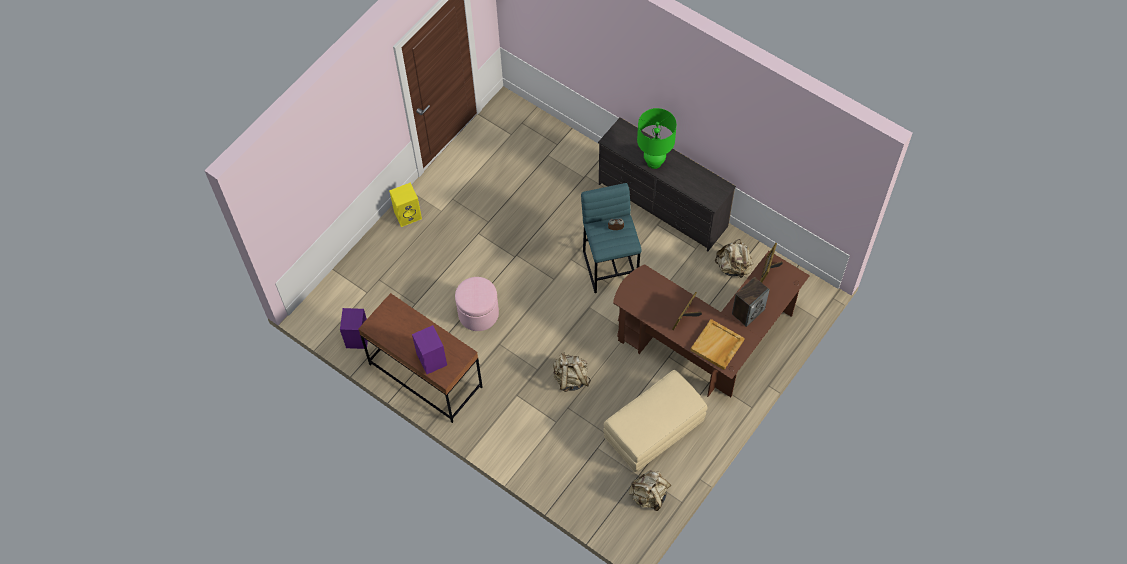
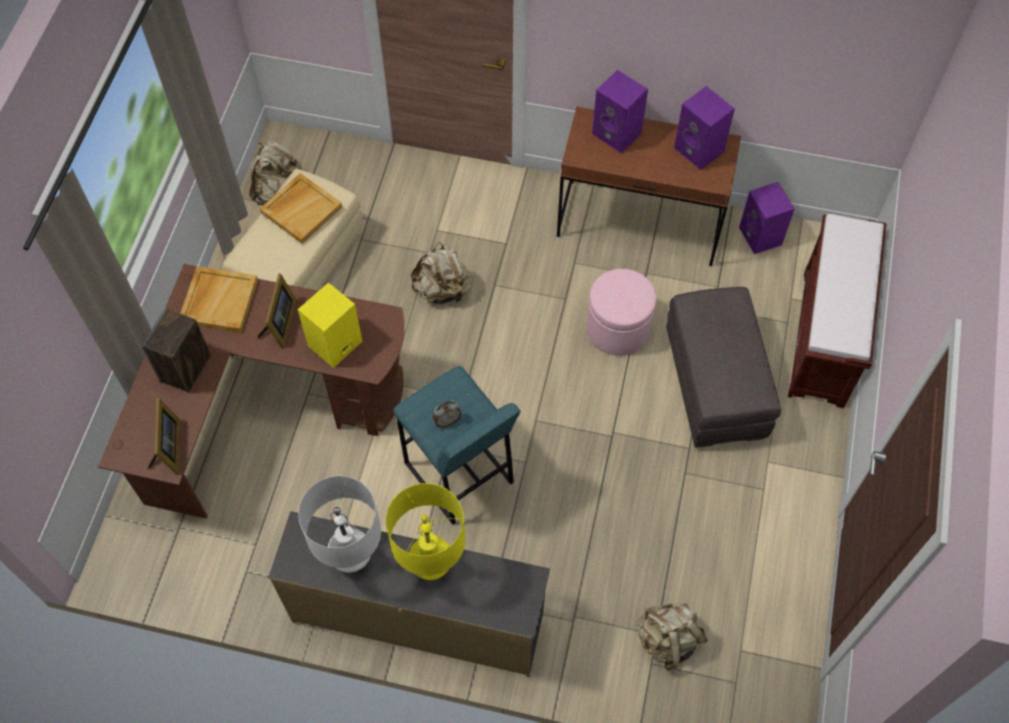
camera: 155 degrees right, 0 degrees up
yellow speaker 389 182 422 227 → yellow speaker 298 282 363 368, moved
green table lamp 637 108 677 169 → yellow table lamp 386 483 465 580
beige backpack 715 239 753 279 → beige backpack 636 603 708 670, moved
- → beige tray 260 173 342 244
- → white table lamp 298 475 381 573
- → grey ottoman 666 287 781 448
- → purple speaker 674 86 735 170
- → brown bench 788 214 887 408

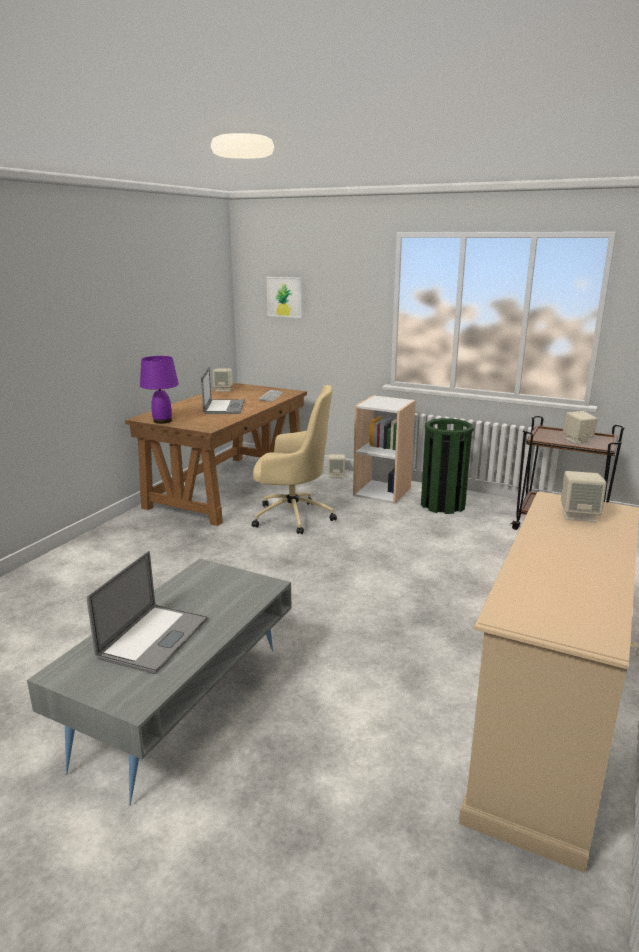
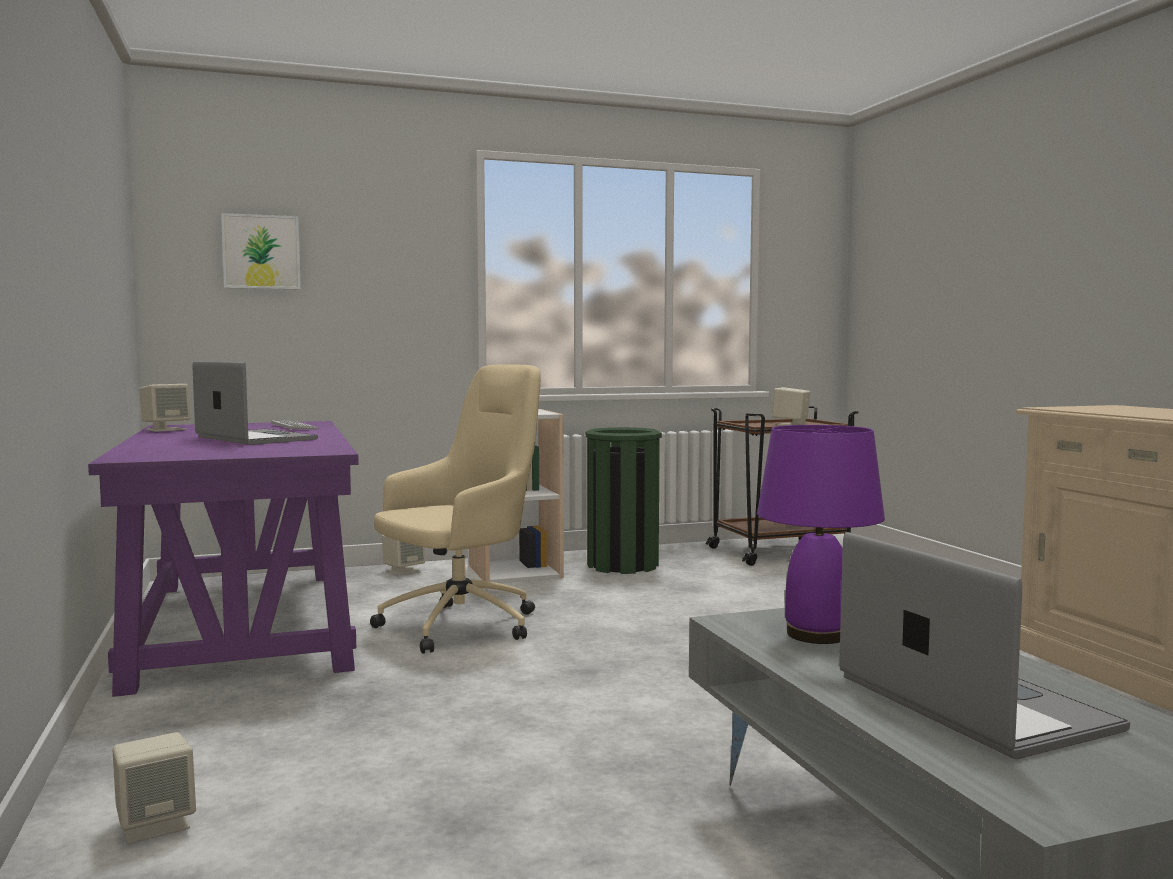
camera: 45 degrees left, 15 degrees down
brown desk 125 383 307 526 → purple desk 88 421 359 697
purple table lamp 140 356 179 424 → purple table lamp 757 425 885 644, moved
beige speaker 561 471 607 522 → beige speaker 112 732 196 844, moved

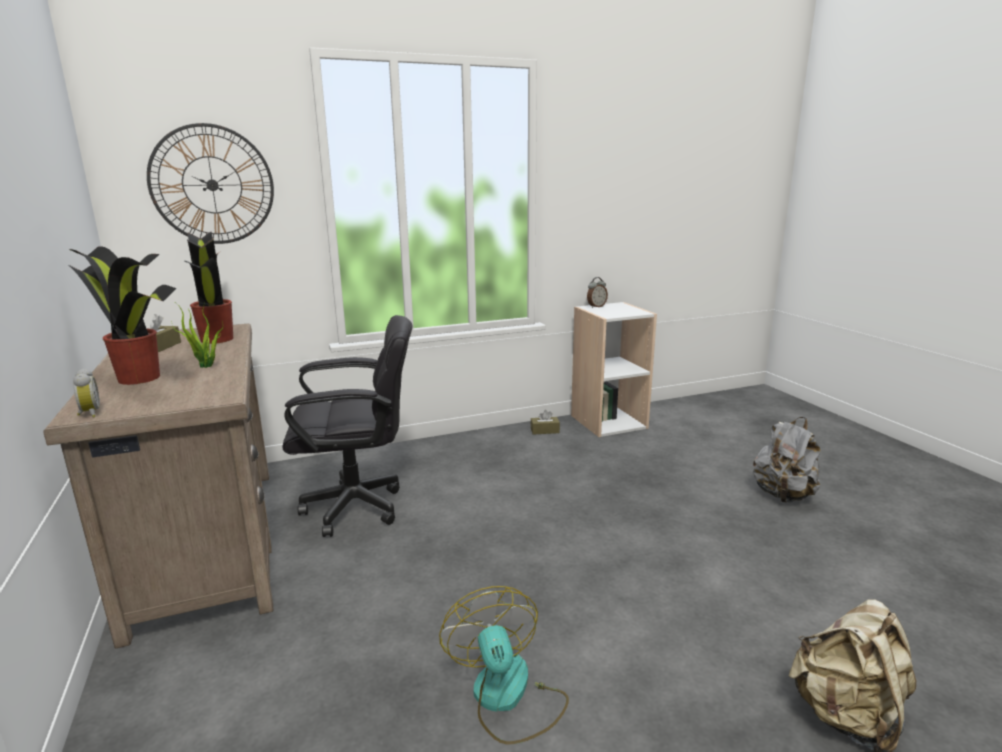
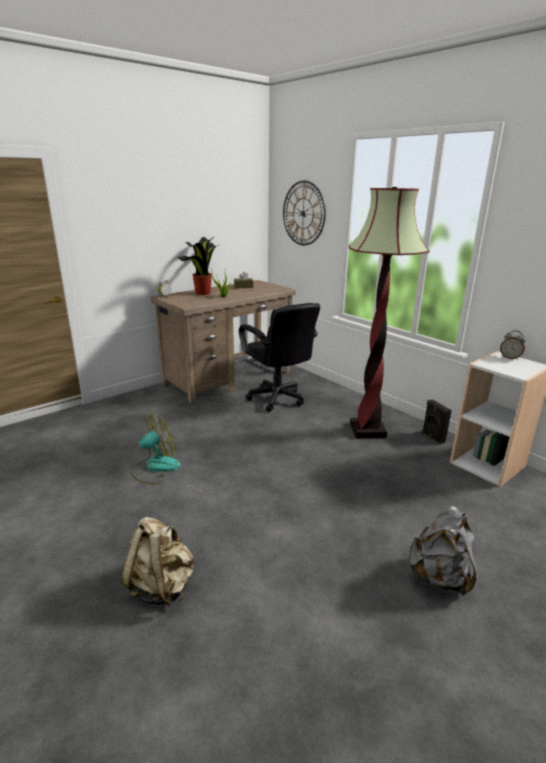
camera: 70 degrees right, 5 degrees up
potted plant 185 232 233 344 → -
brown tissue box 531 410 560 435 → black speaker 422 399 452 444
- → floor lamp 349 187 430 438

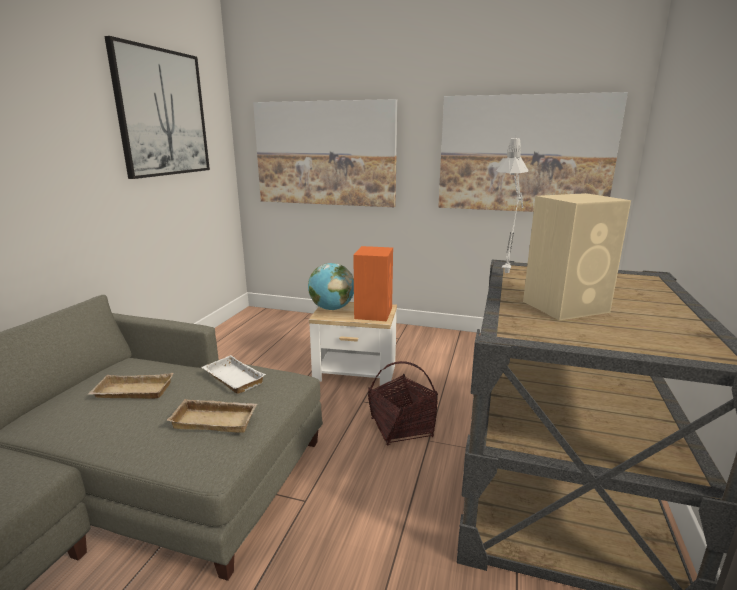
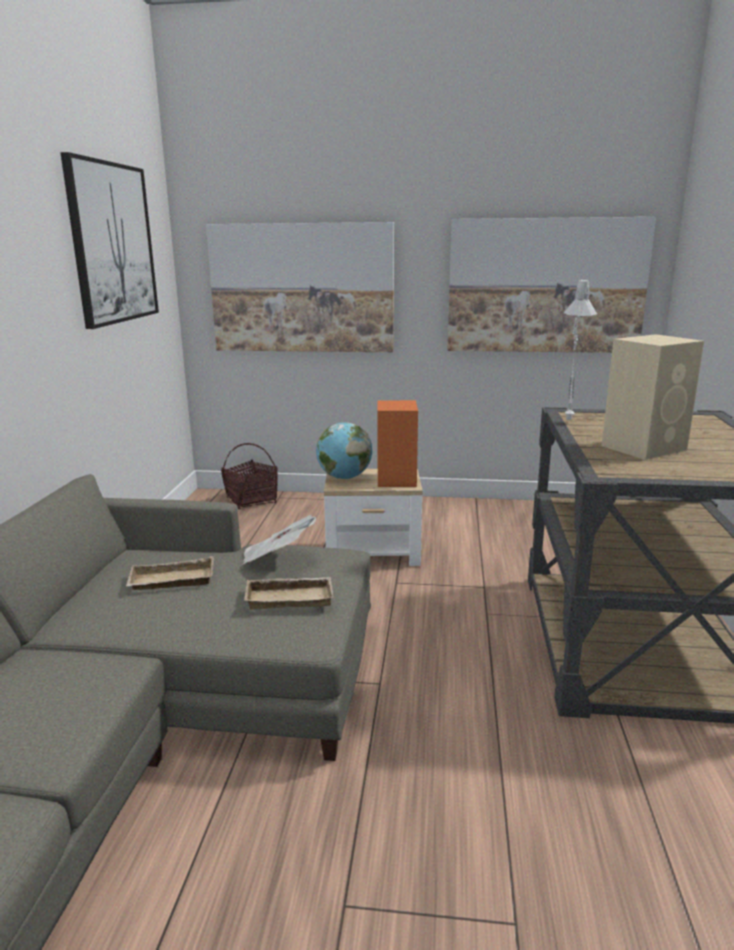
camera: 10 degrees left, 0 degrees up
white tray 201 355 266 394 → newspaper 242 515 316 565
basket 368 361 438 445 → basket 221 443 278 509, moved

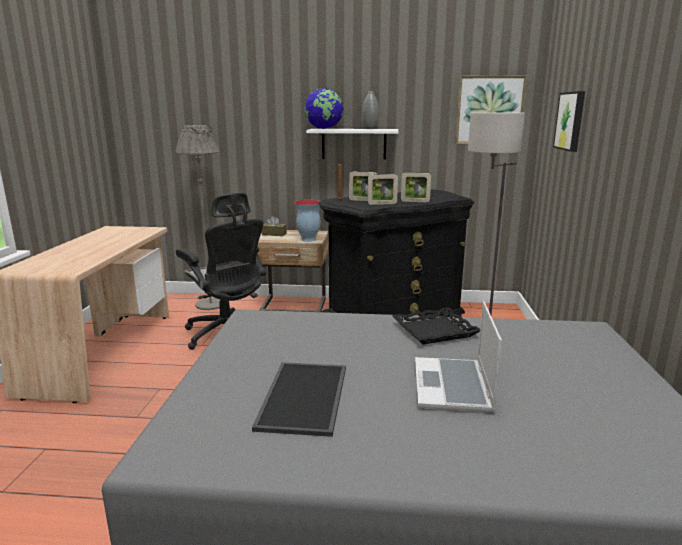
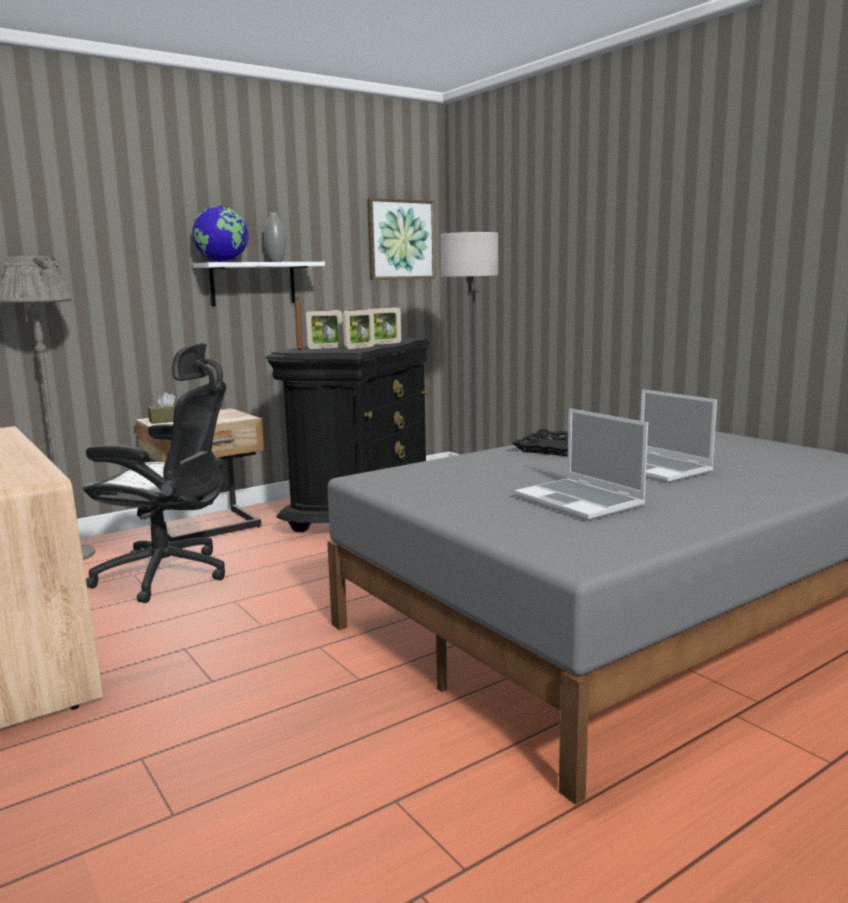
camera: 40 degrees left, 5 degrees down
tray 252 362 346 437 → laptop 514 408 648 521
vase 293 200 321 242 → -
picture 553 91 585 152 → -

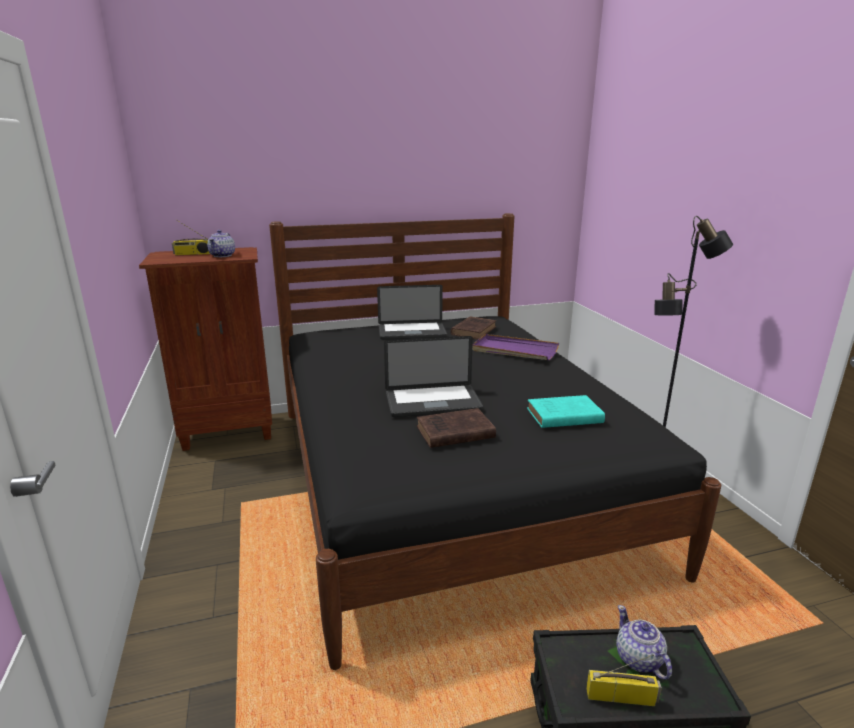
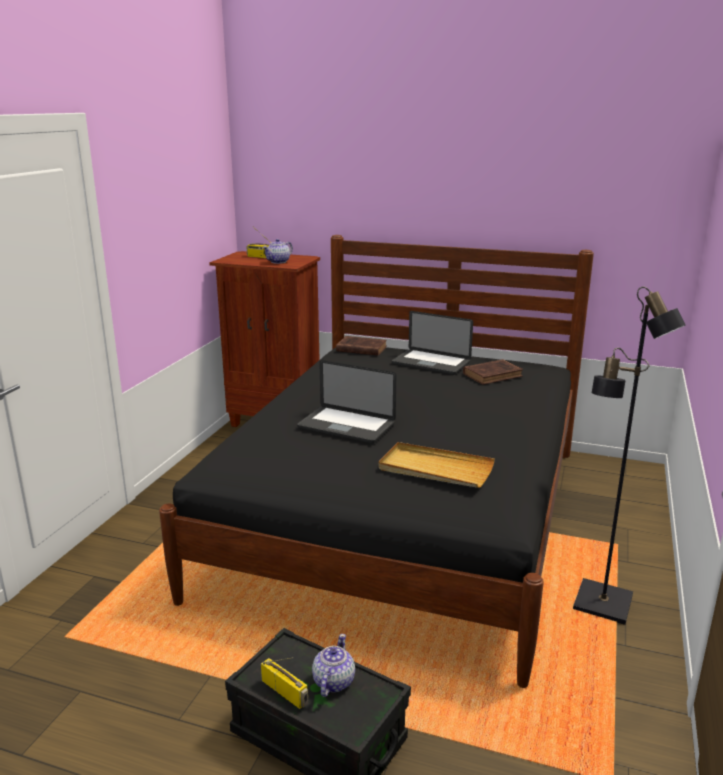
camera: 35 degrees right, 0 degrees up
brown book 417 408 496 448 → brown book 336 336 387 356, moved
purple tray 472 334 559 360 → -
turquoise book 527 395 605 428 → beige tray 378 442 495 488

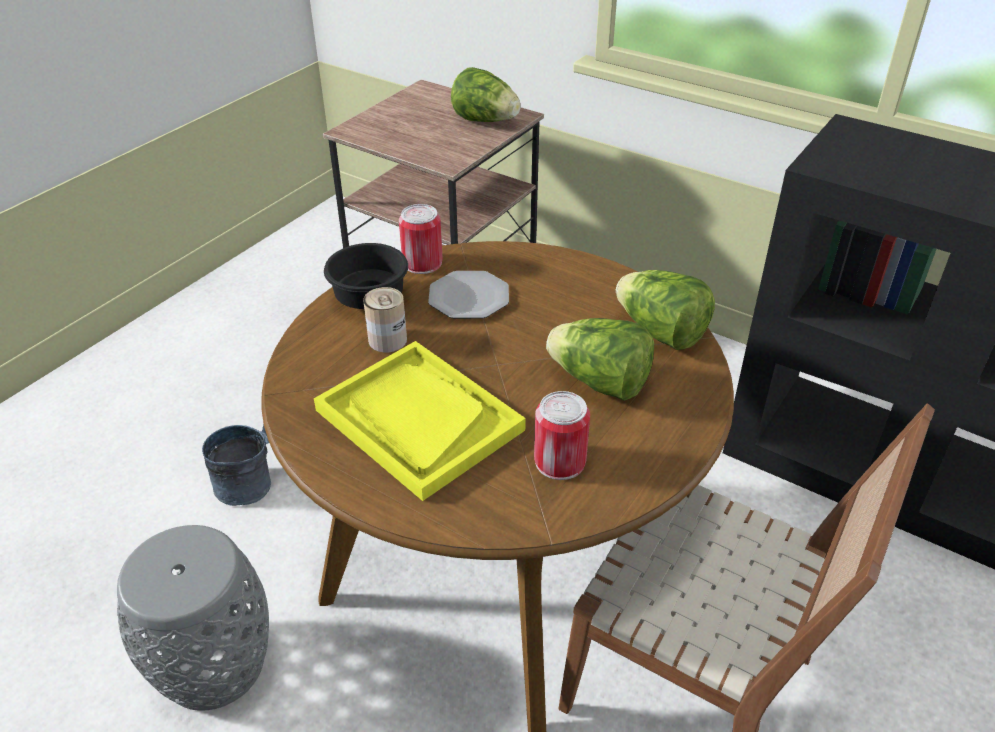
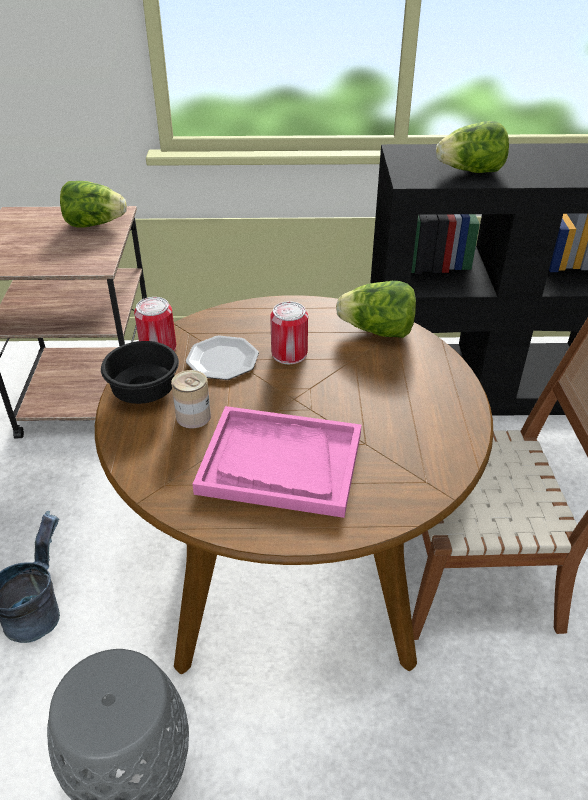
camera: 35 degrees left, 0 degrees up
yellow tray 314 341 526 501 → pink tray 193 406 361 518
can 534 391 590 480 → can 270 301 308 364, moved
lettuce 546 318 654 401 → lettuce 436 121 509 173, moved

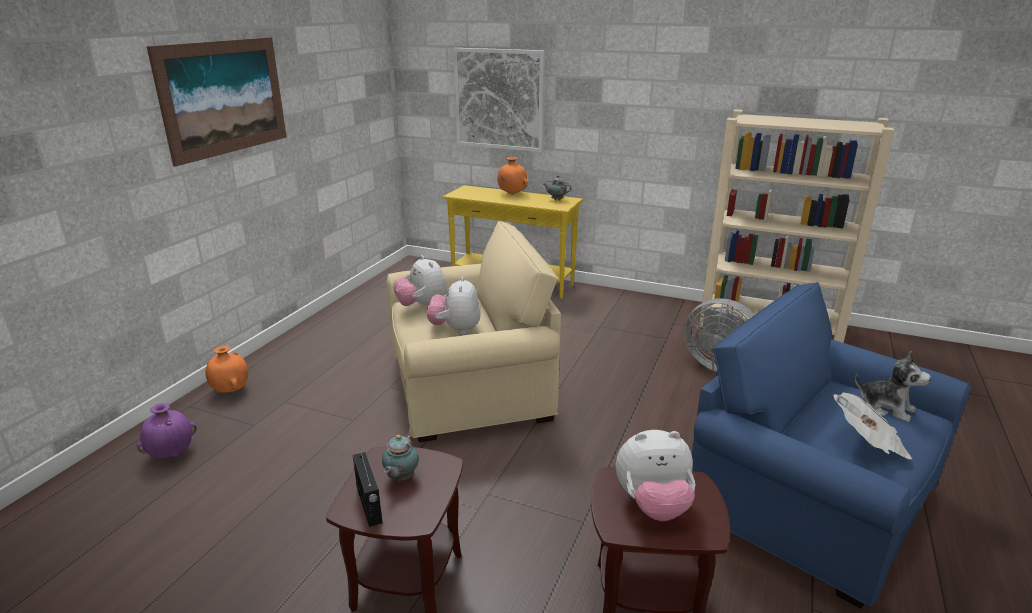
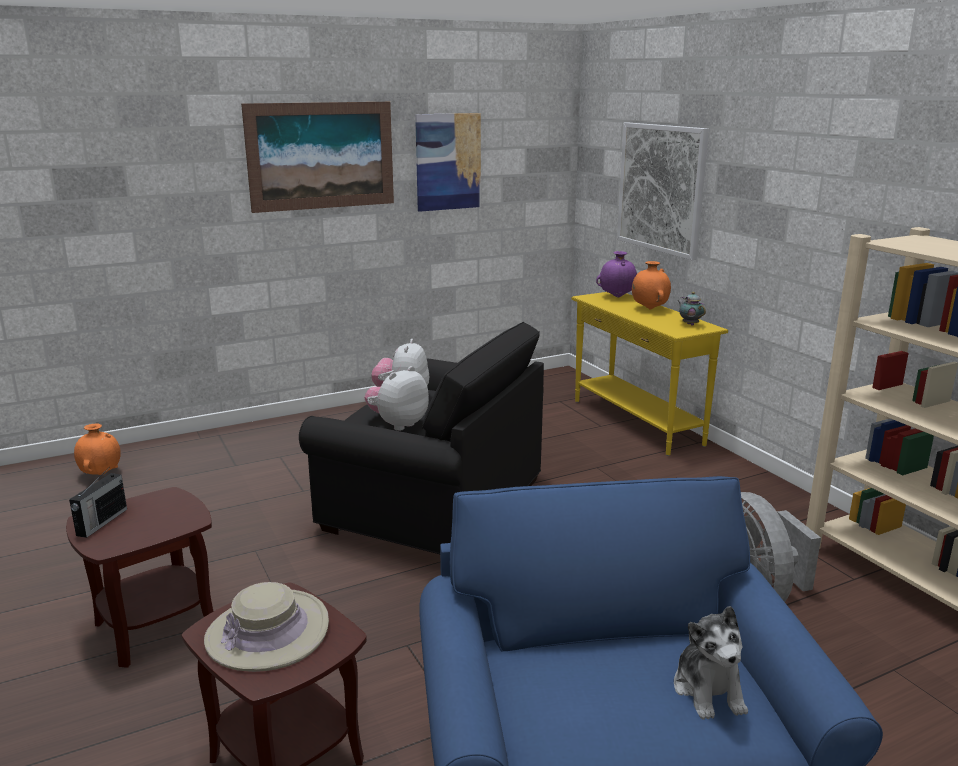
camera: 40 degrees right, 5 degrees down
purple vase 137 403 197 458 → purple vase 596 251 637 297, moved
orange vase 206 346 248 393 → orange vase 74 424 121 475, moved
teapot 382 432 419 481 → -
beige armchair 387 221 561 443 → black armchair 299 322 544 554
plush toy 616 430 695 521 → beige hat 204 582 329 672
newspaper 833 393 912 460 → -
- → picture 415 113 481 212

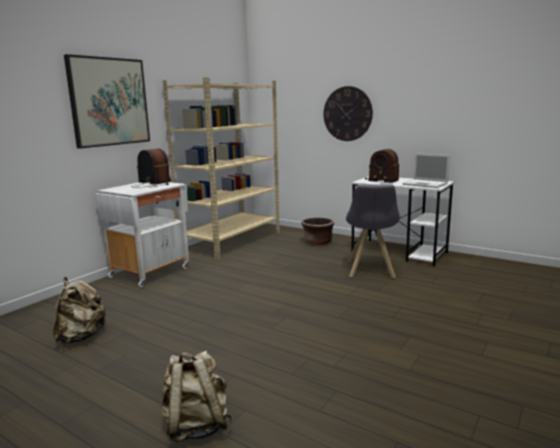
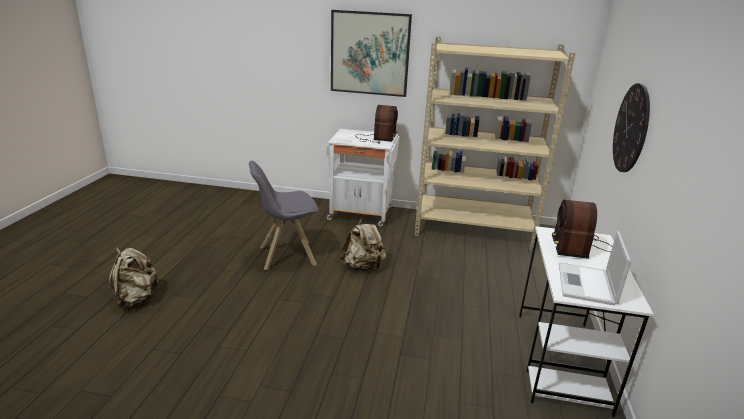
camera: 65 degrees right, 10 degrees up
beige backpack 53 277 107 344 → beige backpack 340 218 386 271, moved
brown planter 301 218 334 245 → -
grey chair 346 184 400 279 → grey chair 249 161 318 271, moved

